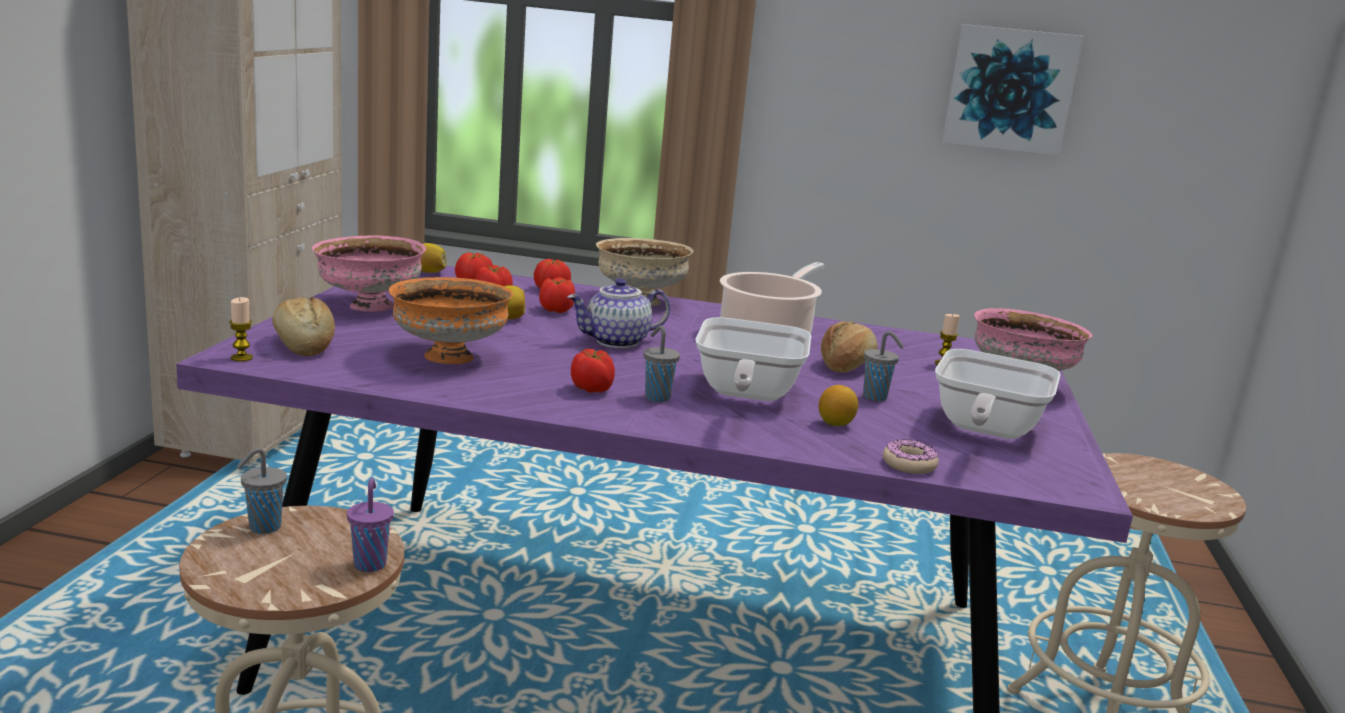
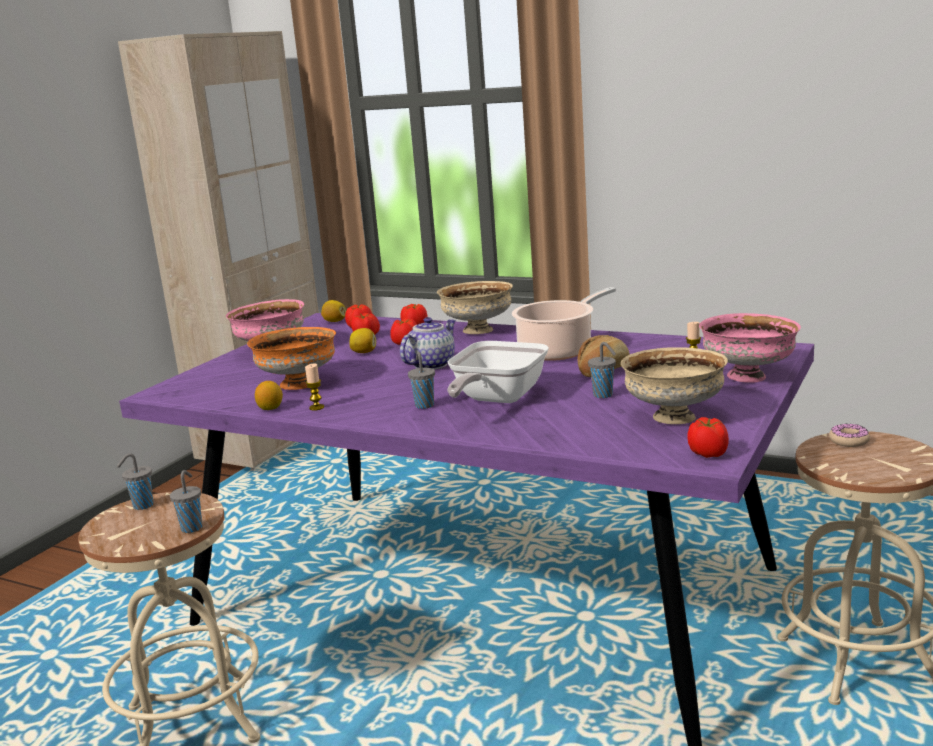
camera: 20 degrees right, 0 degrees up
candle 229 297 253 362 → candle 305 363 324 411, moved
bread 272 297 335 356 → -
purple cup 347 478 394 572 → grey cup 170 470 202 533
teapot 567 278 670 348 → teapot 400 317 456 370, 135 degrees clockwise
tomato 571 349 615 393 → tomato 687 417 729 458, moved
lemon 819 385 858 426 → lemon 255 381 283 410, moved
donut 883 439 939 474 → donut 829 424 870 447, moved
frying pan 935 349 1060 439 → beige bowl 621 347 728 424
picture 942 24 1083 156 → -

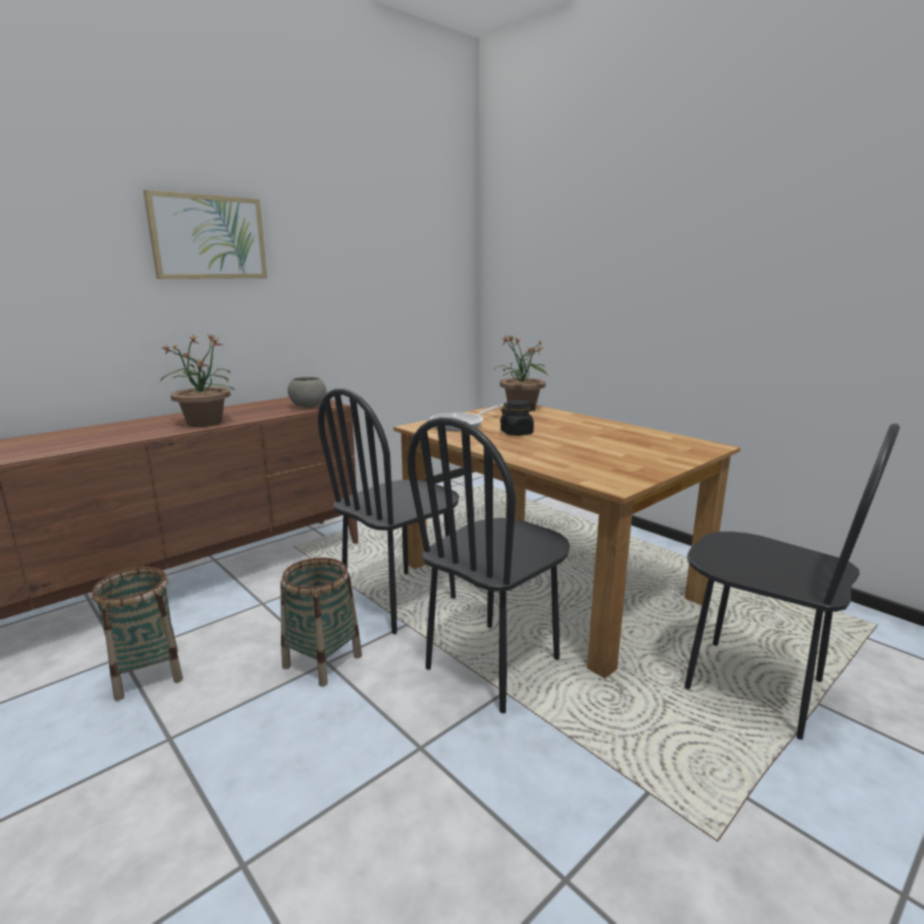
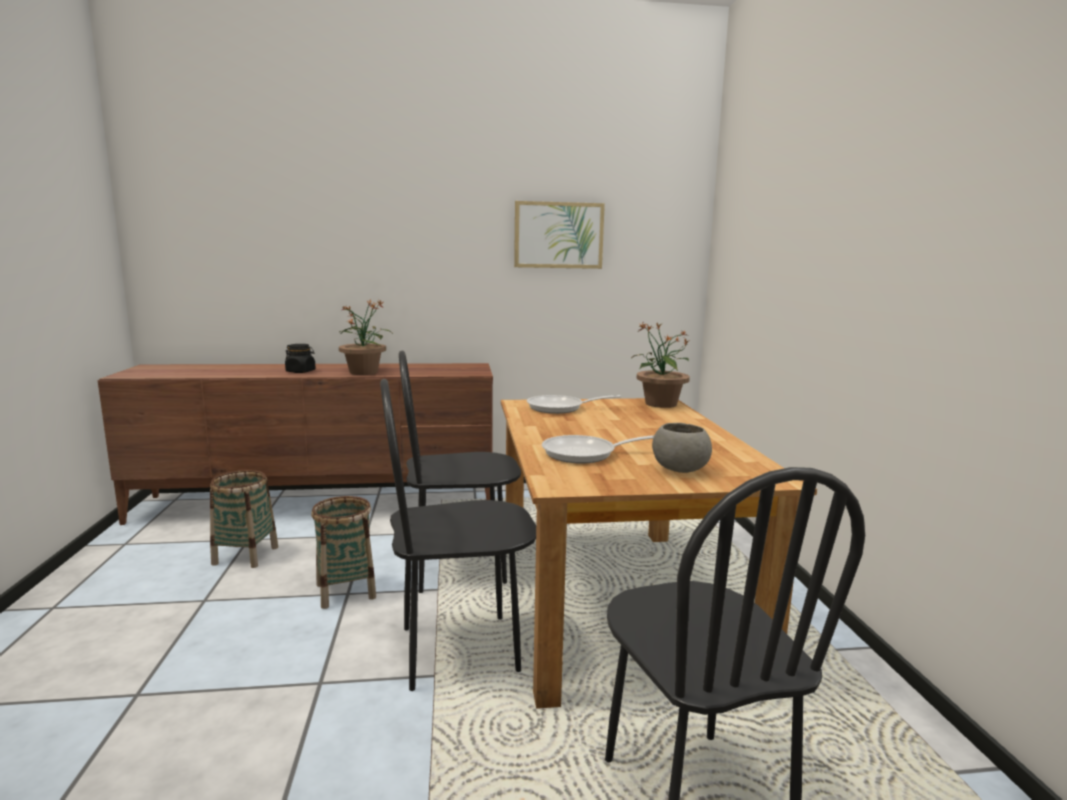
camera: 35 degrees right, 5 degrees down
picture 143 190 267 279 → picture 514 201 605 269, moved
grey bowl 288 377 327 408 → grey bowl 652 423 712 473, moved
black jar 500 400 535 436 → black jar 285 344 316 373, moved
- → frying pan 542 435 654 463

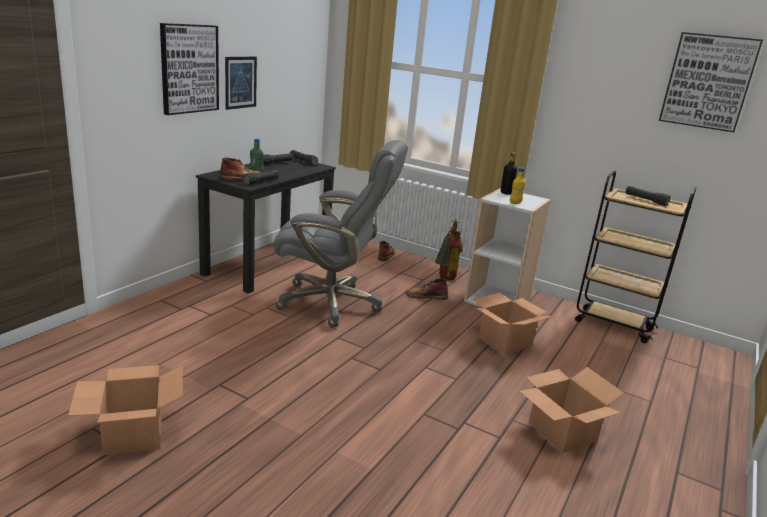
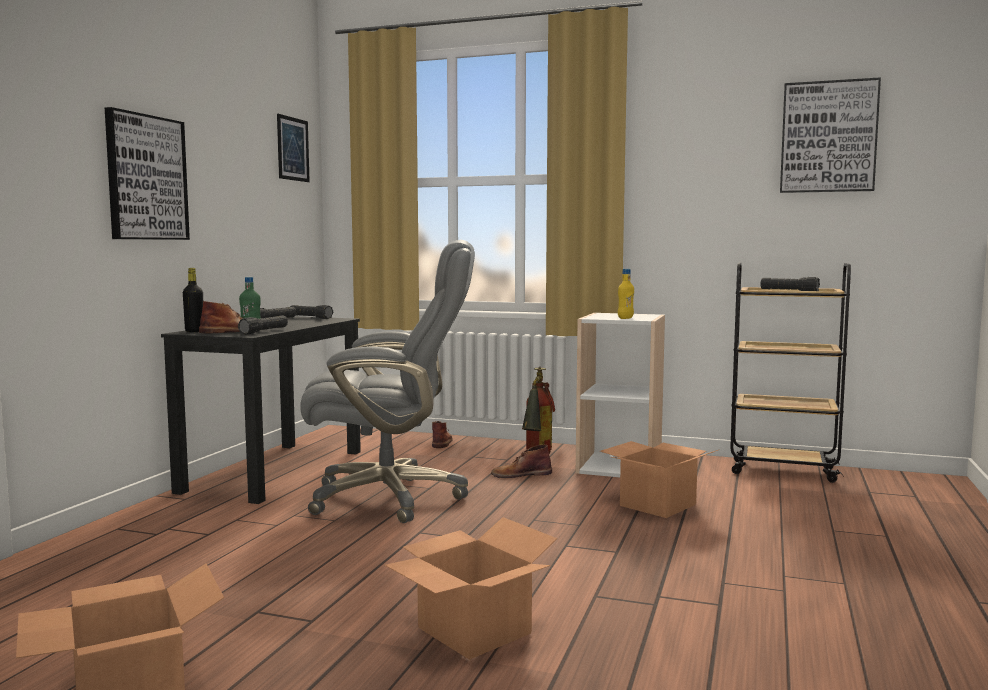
camera: 10 degrees left, 15 degrees down
picture 225 57 257 110 → picture 277 114 310 182, moved
black bottle 501 152 517 195 → black bottle 183 268 203 332, moved
cardboard box 519 367 624 454 → cardboard box 385 517 557 660, moved

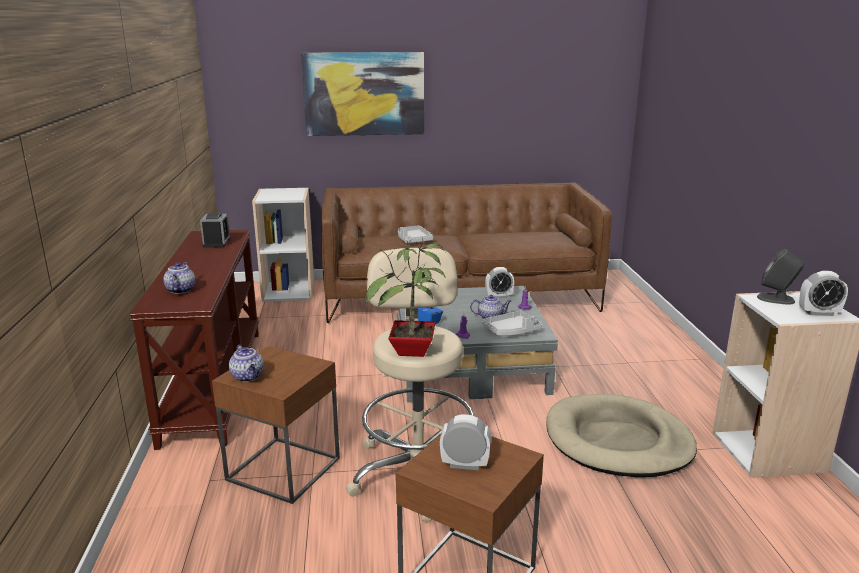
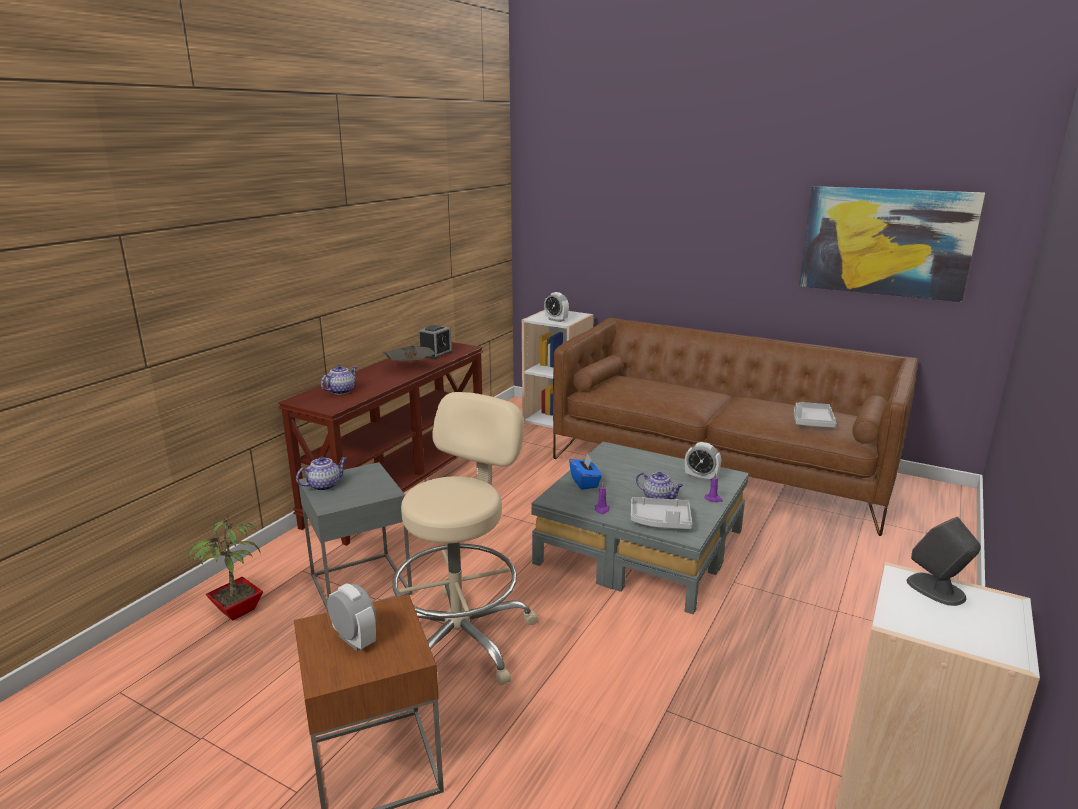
camera: 35 degrees right, 0 degrees up
brown side table 212 346 340 504 → grey side table 299 462 413 612
teapot 229 345 264 382 → teapot 296 457 347 491, 135 degrees counterclockwise
picture 301 52 424 136 → picture 799 186 985 302, moved
potted plant 366 238 445 357 → potted plant 188 514 263 621, moved
grey tray 398 225 433 243 → grey tray 794 402 836 428, moved
beige dog bed 546 394 697 477 → -
alarm clock 799 271 848 316 → alarm clock 544 292 569 322, moved
- → newspaper 383 346 436 361

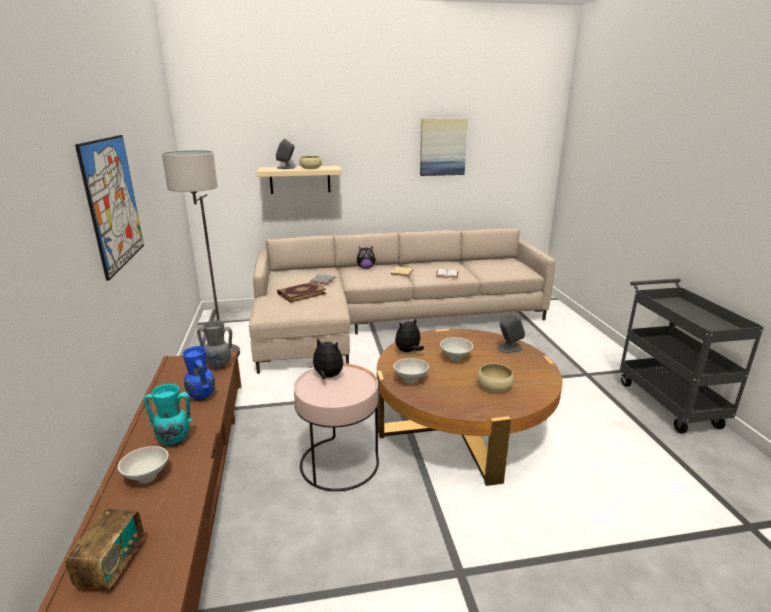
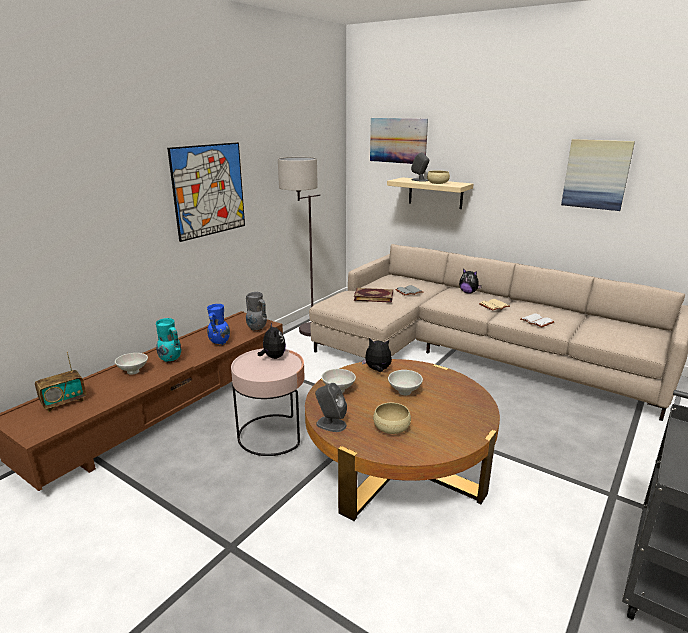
camera: 45 degrees right, 0 degrees up
grey speaker 497 313 525 353 → grey speaker 315 383 347 432, moved
- → picture 370 118 428 164

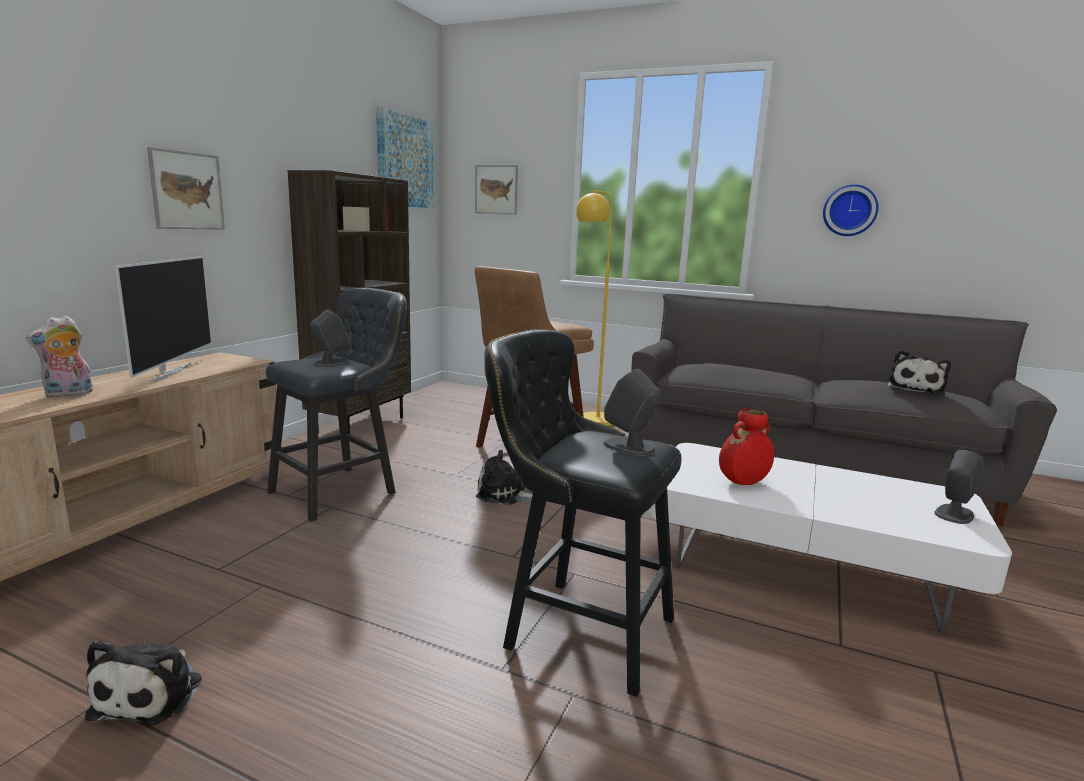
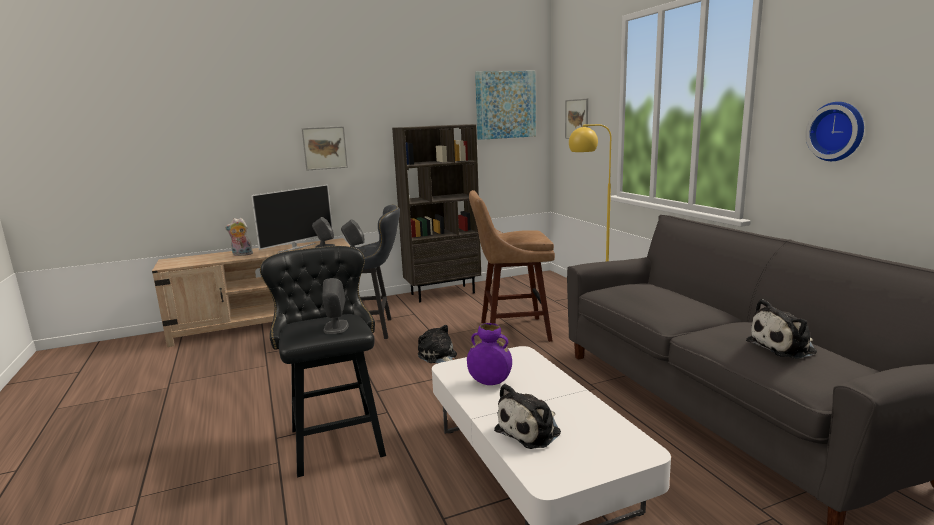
camera: 45 degrees right, 0 degrees up
plush toy 85 640 202 726 → plush toy 494 384 561 449, moved
red vase 719 409 774 485 → purple vase 467 323 512 385
grey speaker 934 450 984 524 → grey speaker 312 217 335 248, moved

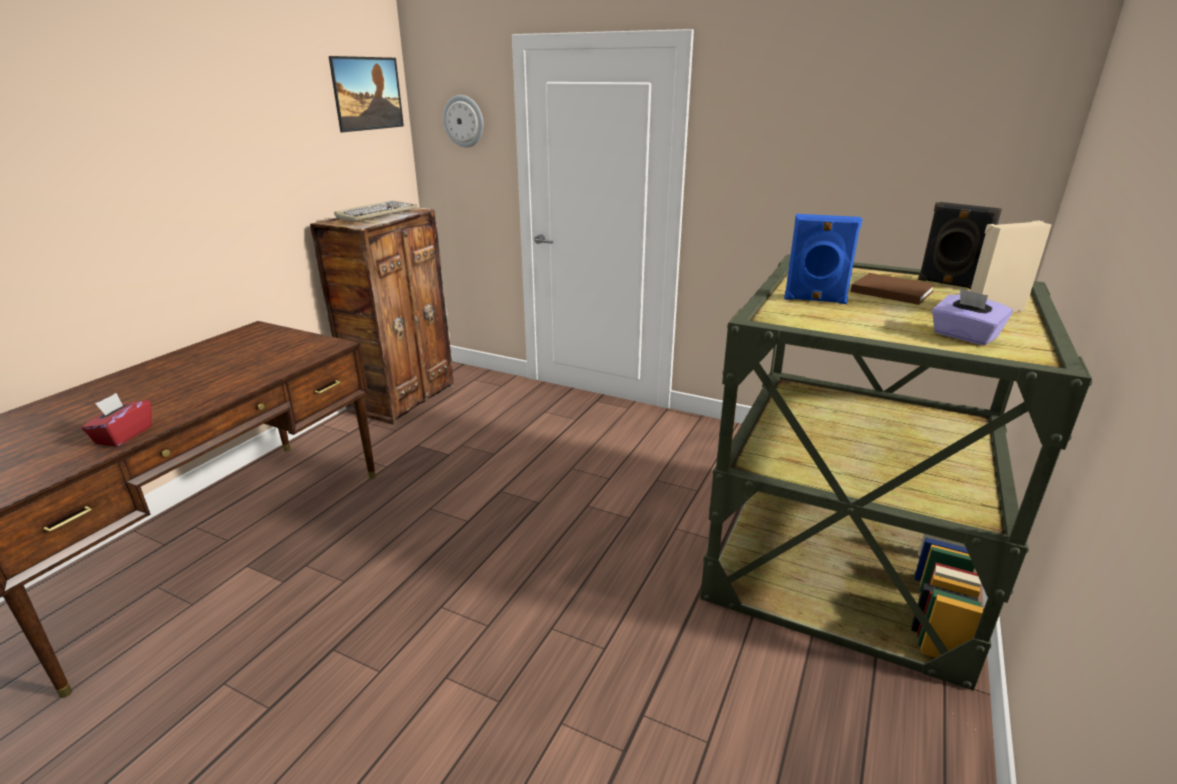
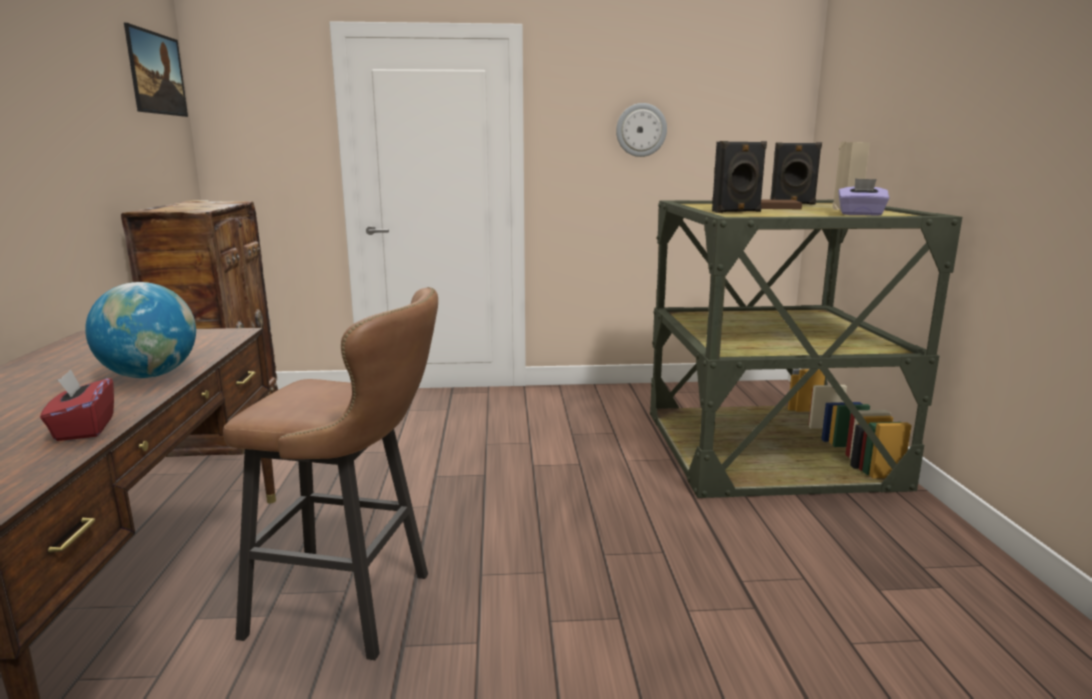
camera: 30 degrees left, 10 degrees down
keyboard 334 200 418 220 → -
wall clock 443 95 484 148 → wall clock 616 103 667 157, moved
blue speaker 784 214 862 304 → black speaker 712 141 767 213
- → globe 85 282 196 378
- → brown stool 223 287 438 660

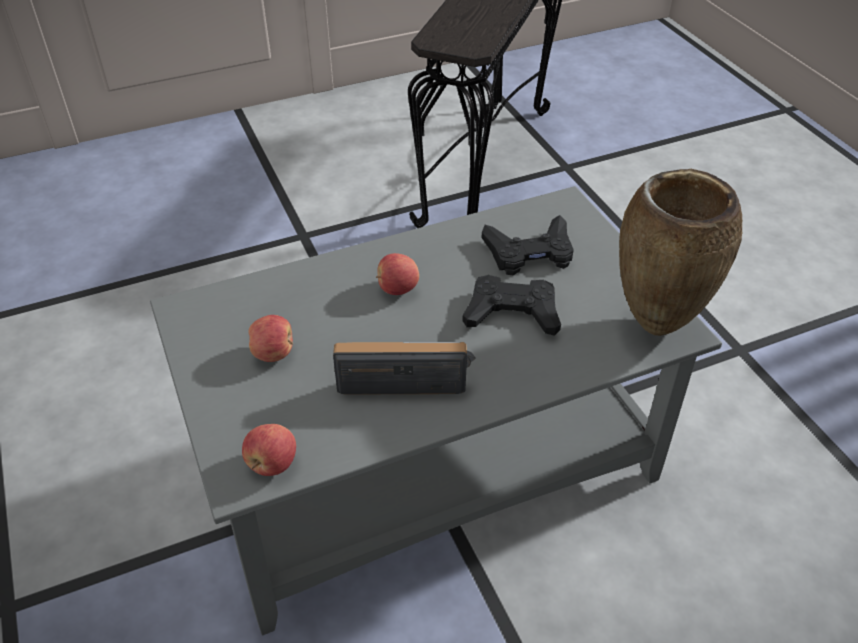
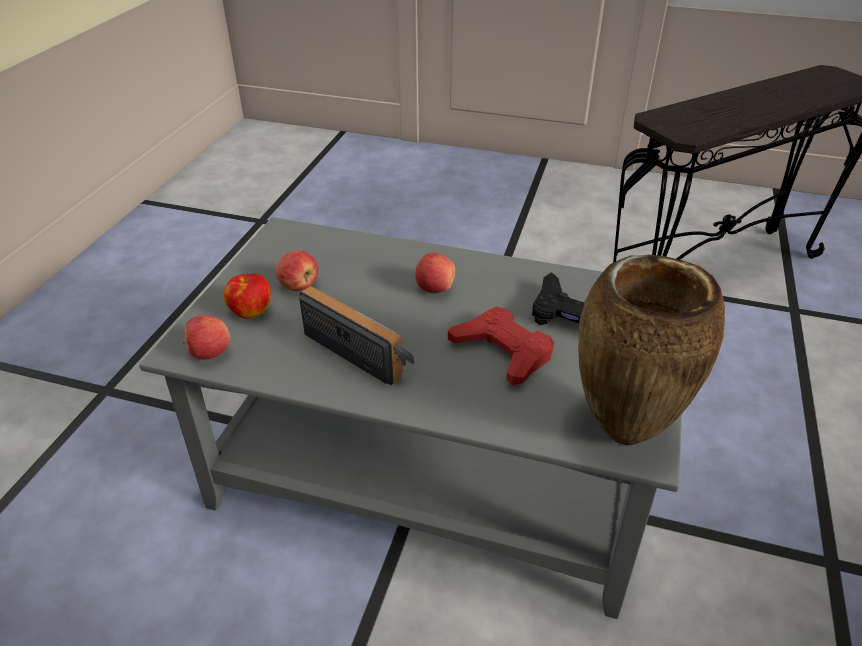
camera: 40 degrees right, 5 degrees down
black game controller 462 275 561 336 → red game controller 448 307 554 385
- → apple 223 273 271 319

